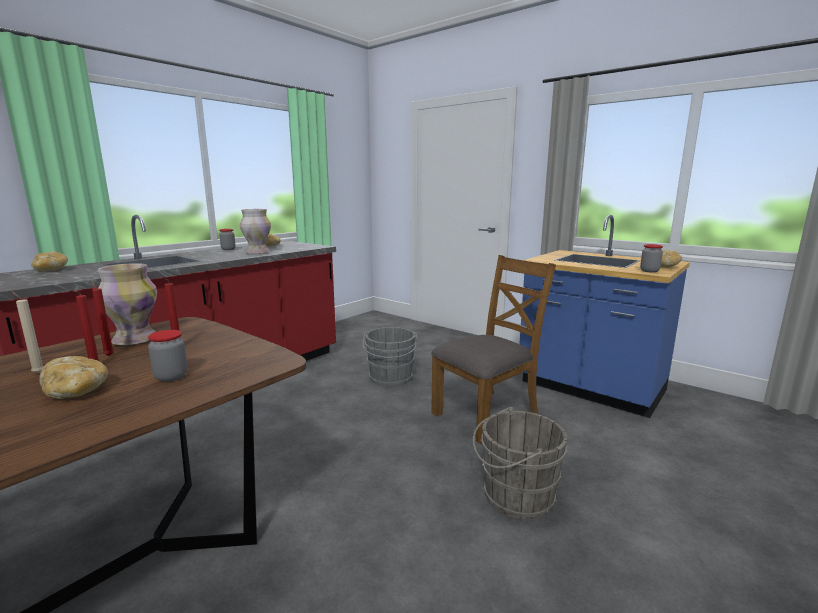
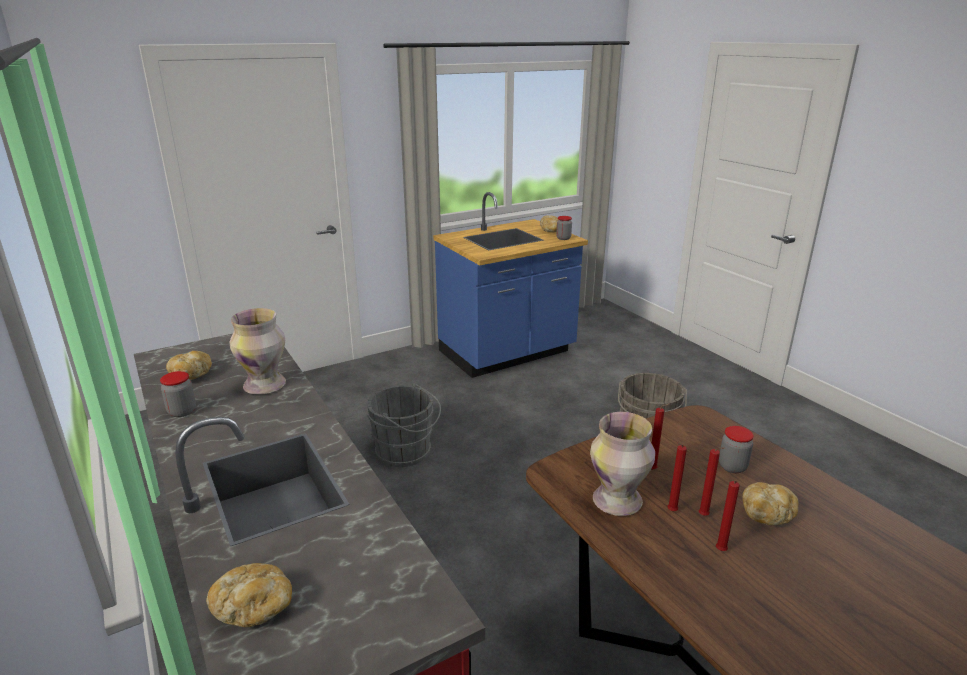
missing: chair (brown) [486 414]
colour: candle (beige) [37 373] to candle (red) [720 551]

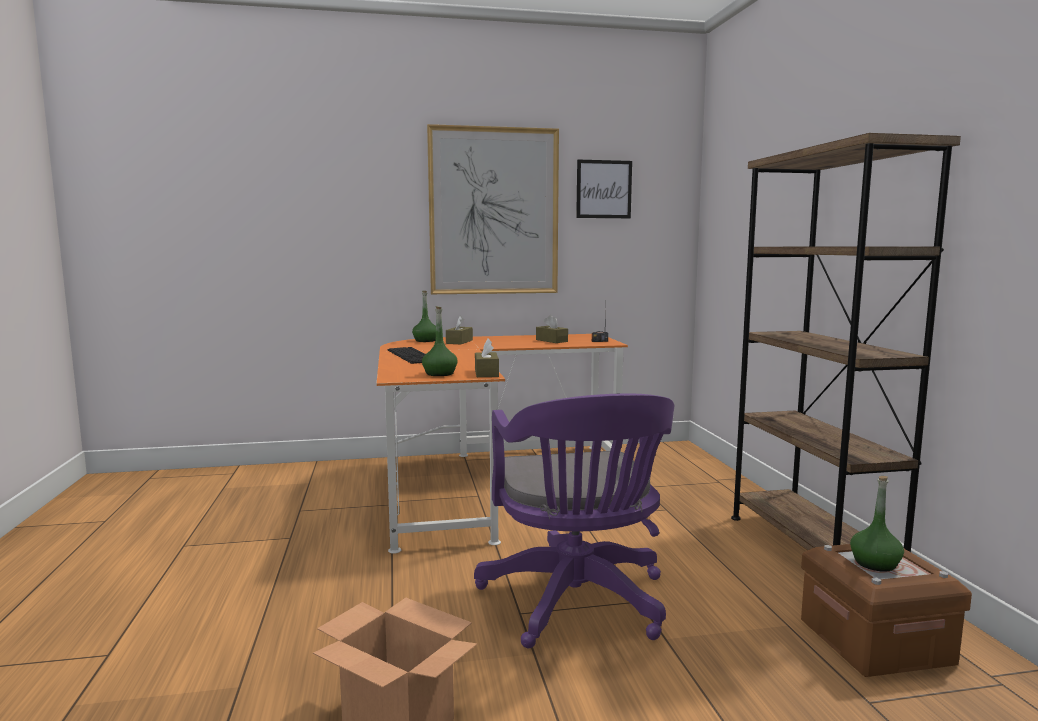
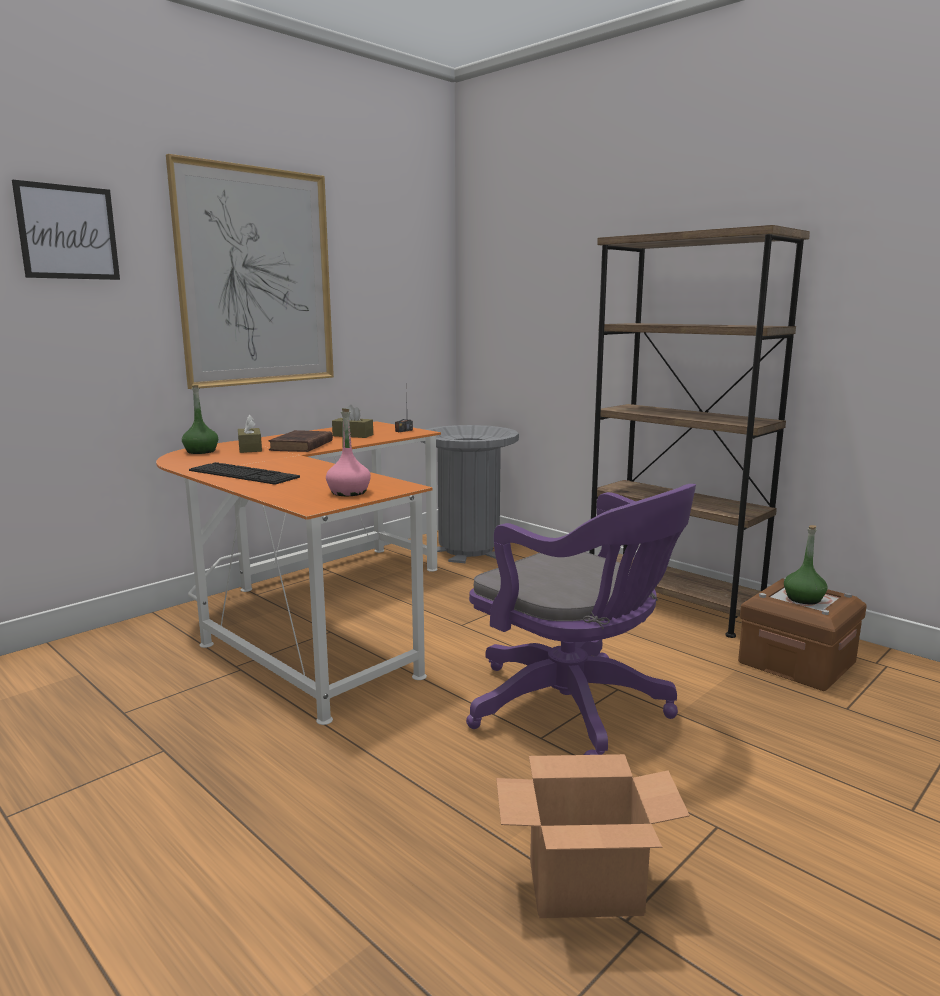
missing: tissue box (brown) [486 373]
appeared: book (brown) [301 446]; trash can (grey) [469 549]
relocated: picture [604 189] to [68 232]
colour: bottle (green) [440 374] to bottle (pink) [349 492]

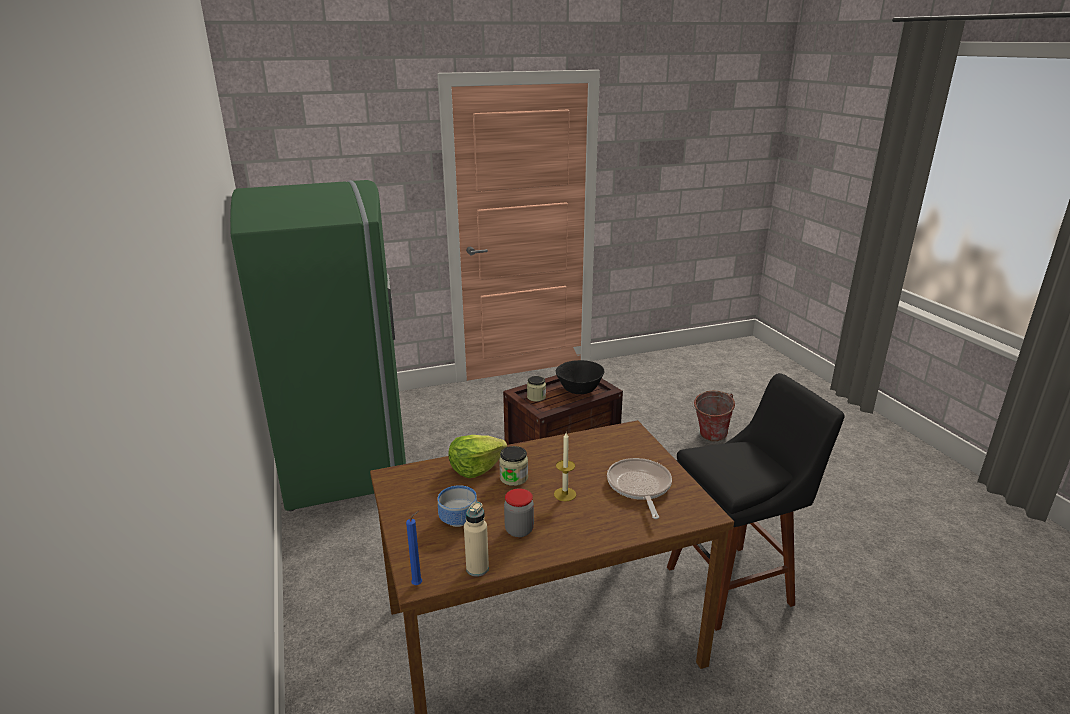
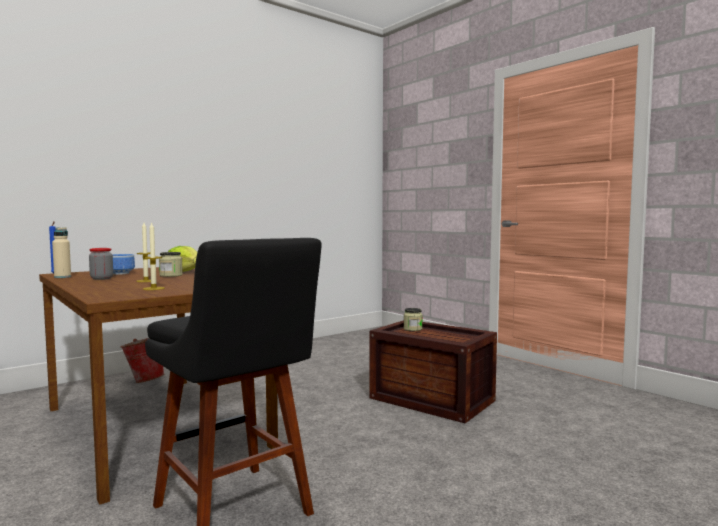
missing: fridge (green) [344 456]; bowl (black) [579 391]
relocated: bucket [709 437] to [144 380]
exchanged: frying pan [639 487] to candle [153 288]

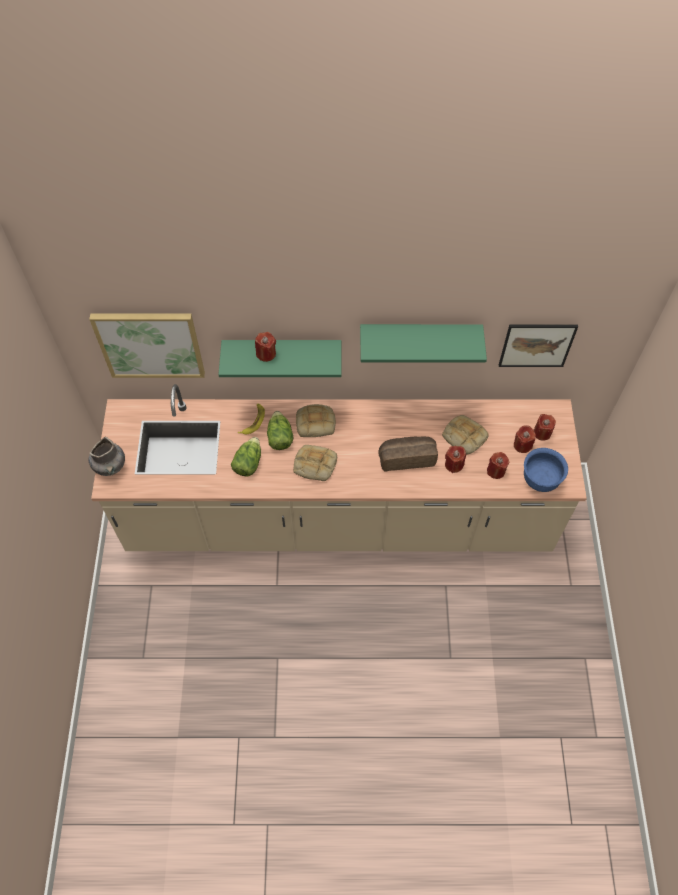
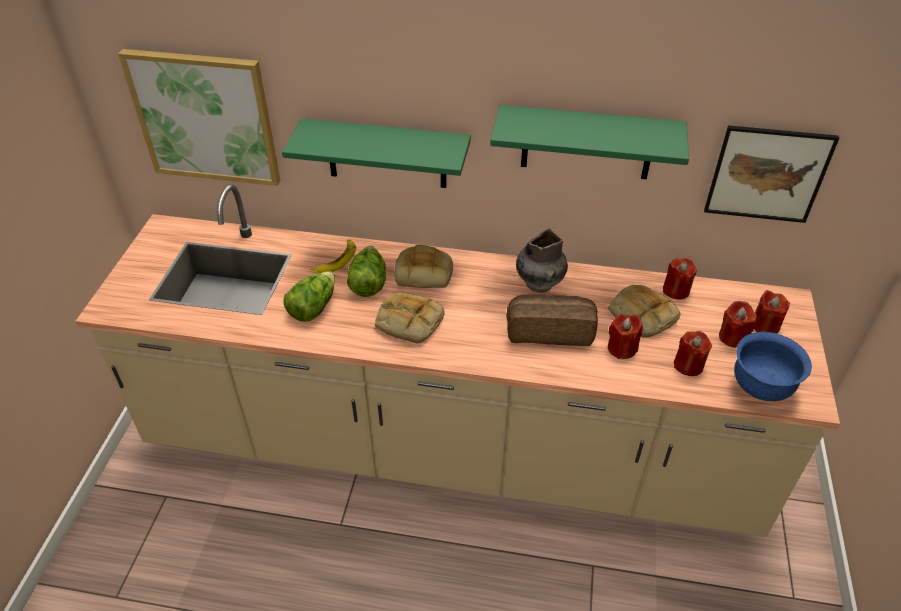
relocated: vase (grey) [110 467] to [539 283]; candle (red) [266 354] to [676 290]

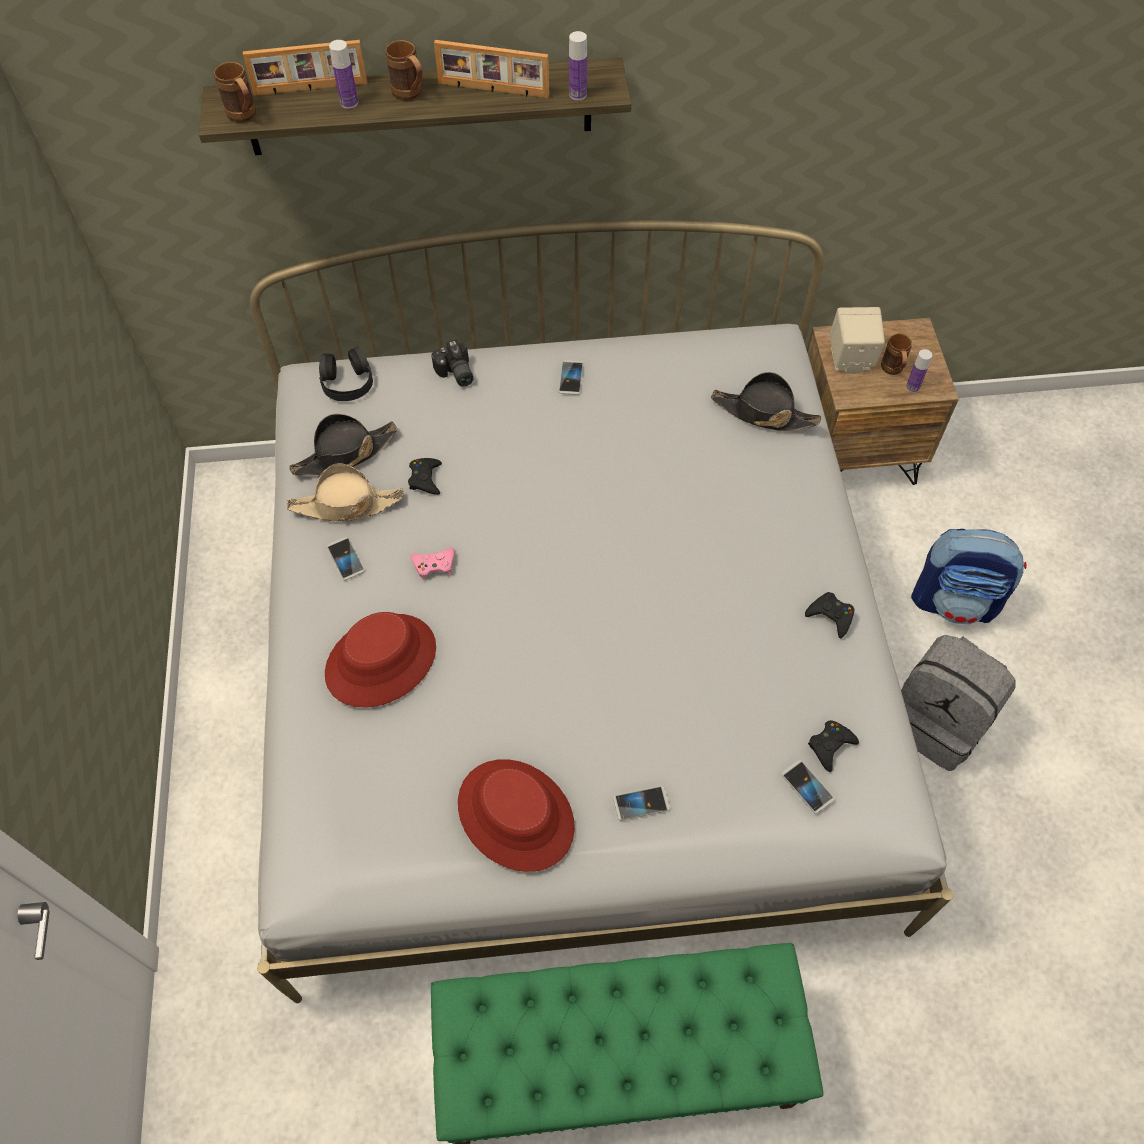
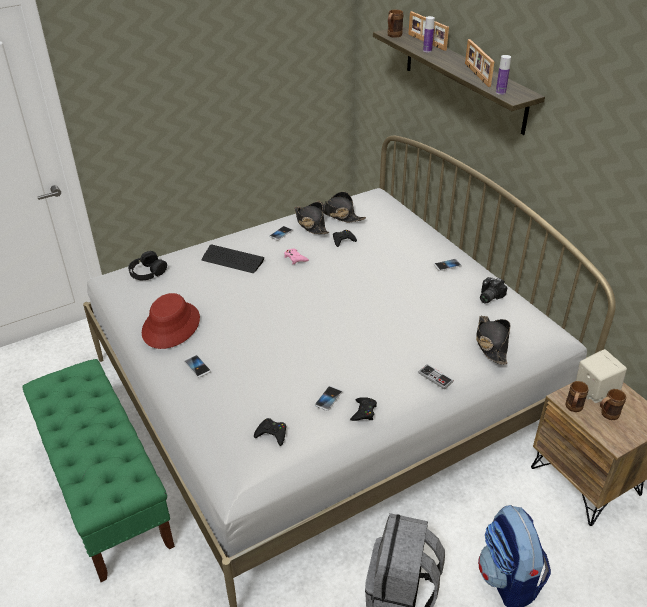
missing: bottle [912 387]
appeared: game controller [435 377]
relocated: headphones (black) [347 381] to [147 272]; mug (brown) [410 95] to [572 409]; photo camera [455 374] to [488 296]; phone [807 787] to [328 398]
exchanged: hat (red) [381 660] to keyboard [232 260]
colour: hat (beige) [346 505] to hat (black) [310 224]

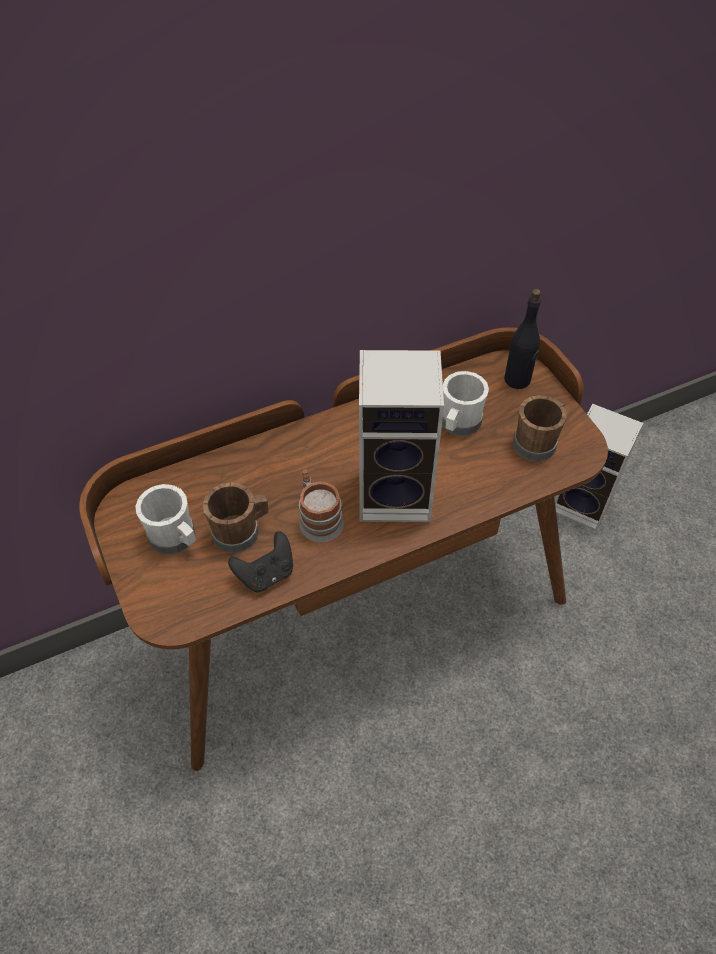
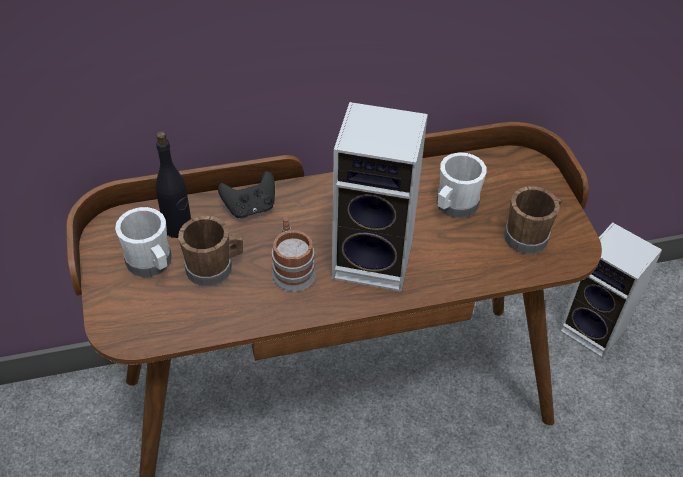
relocated: game controller (black) [266 574] to [250 208]; bottle (black) [517 380] to [178 228]

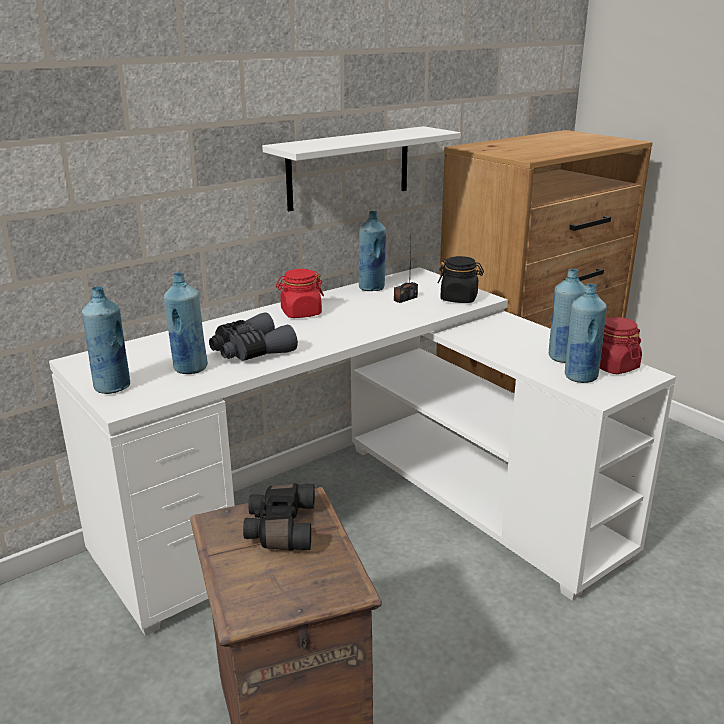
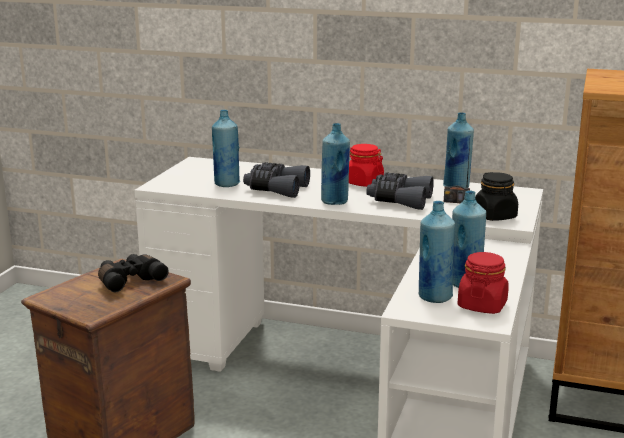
missing: shelf (white) [349 168]
appeared: binoculars (grey) [399 200]
relocated: bottle (blue) [112 387] to [335 202]

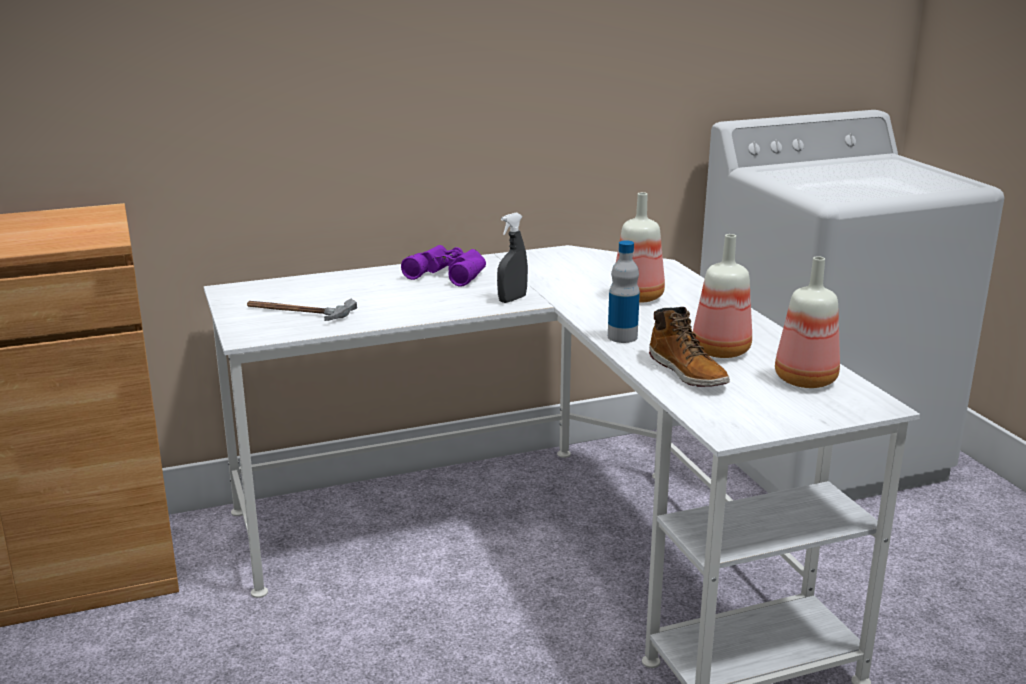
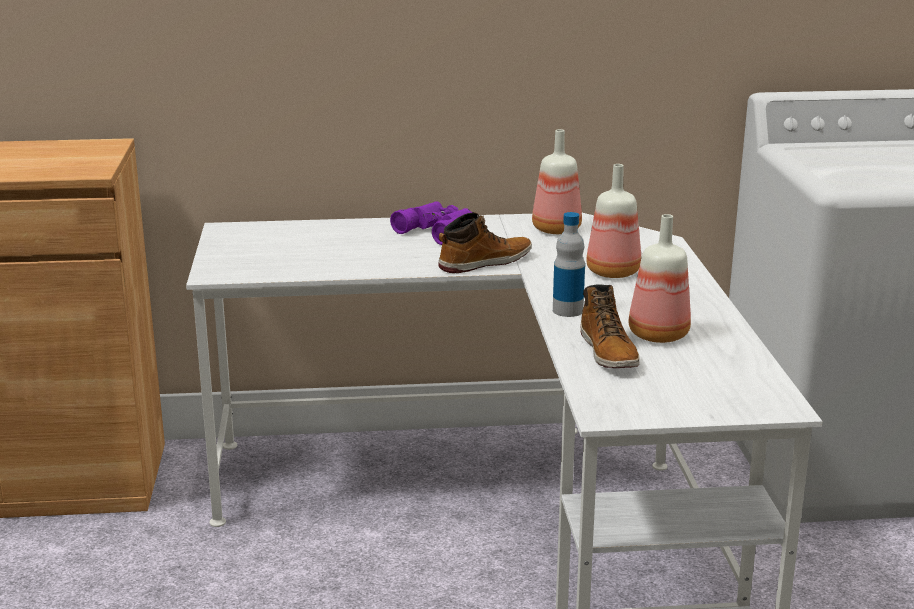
missing: hammer [297 313]
relocated: bottle [807 381] to [557 230]
exchanged: spray bottle (grey) [512 299] to boot [484 262]

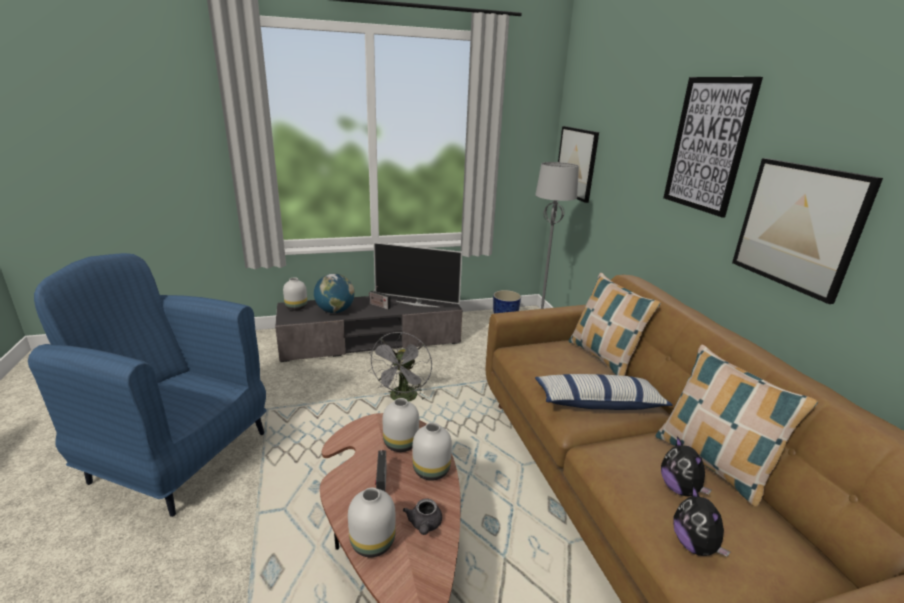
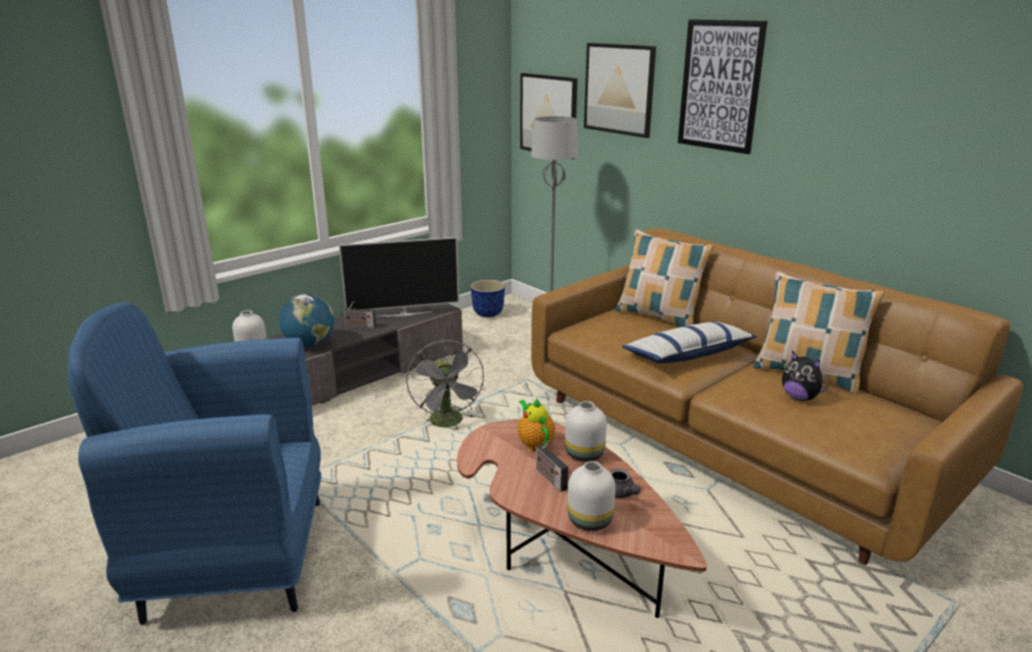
missing: plush toy [694 545]
relocated: picture [798 226] to [619 89]
exchanged: vase (white) [401 444] to teapot [535 443]

